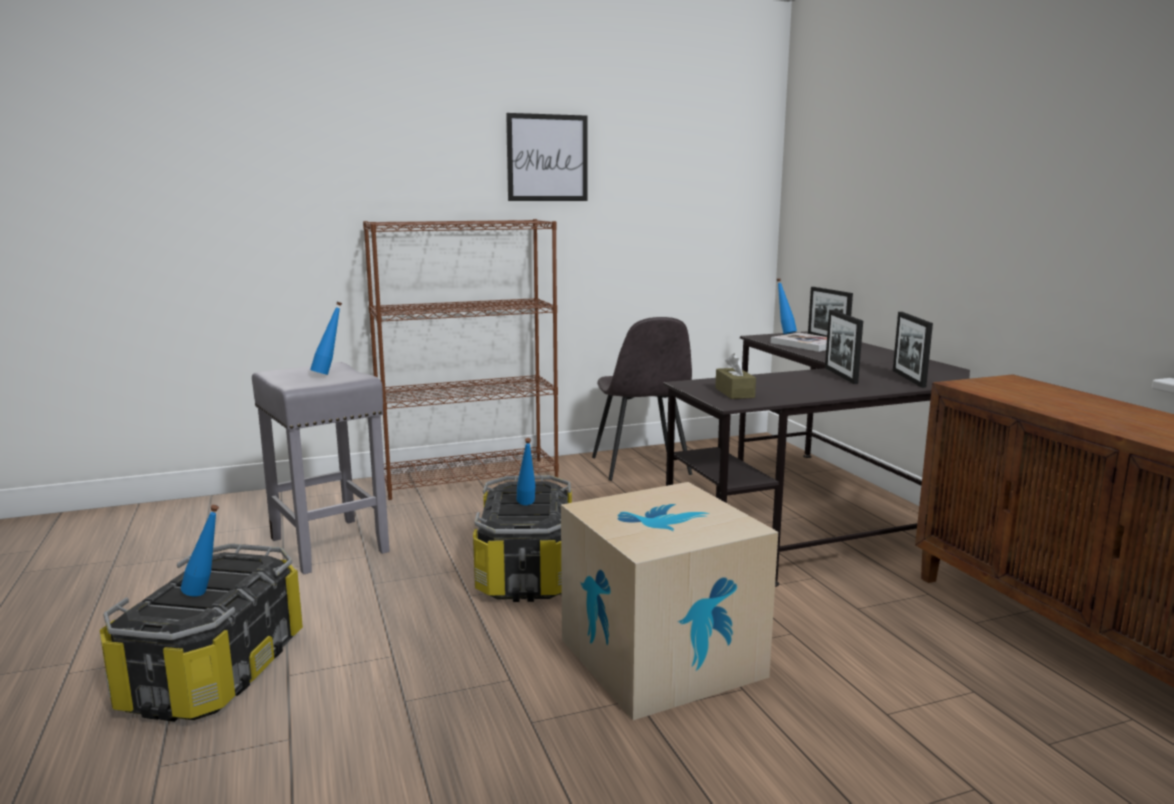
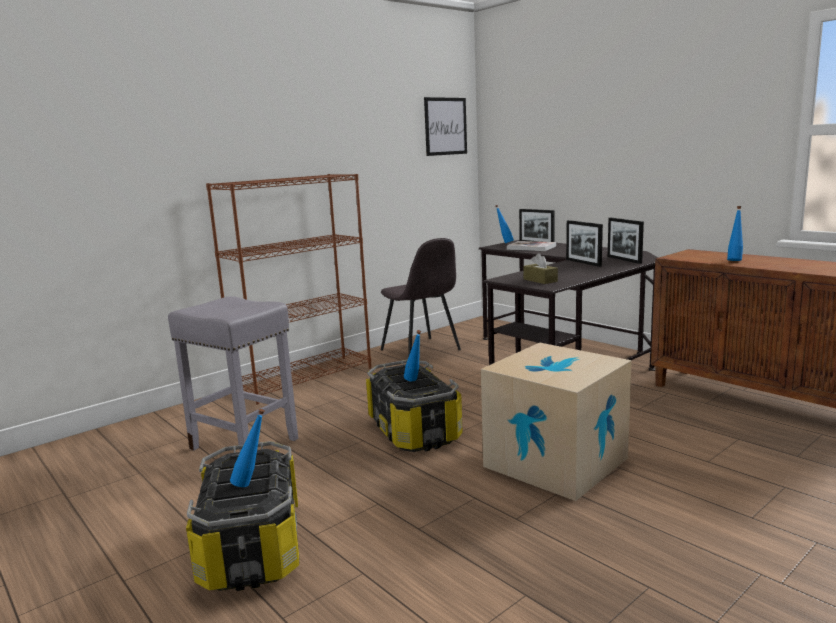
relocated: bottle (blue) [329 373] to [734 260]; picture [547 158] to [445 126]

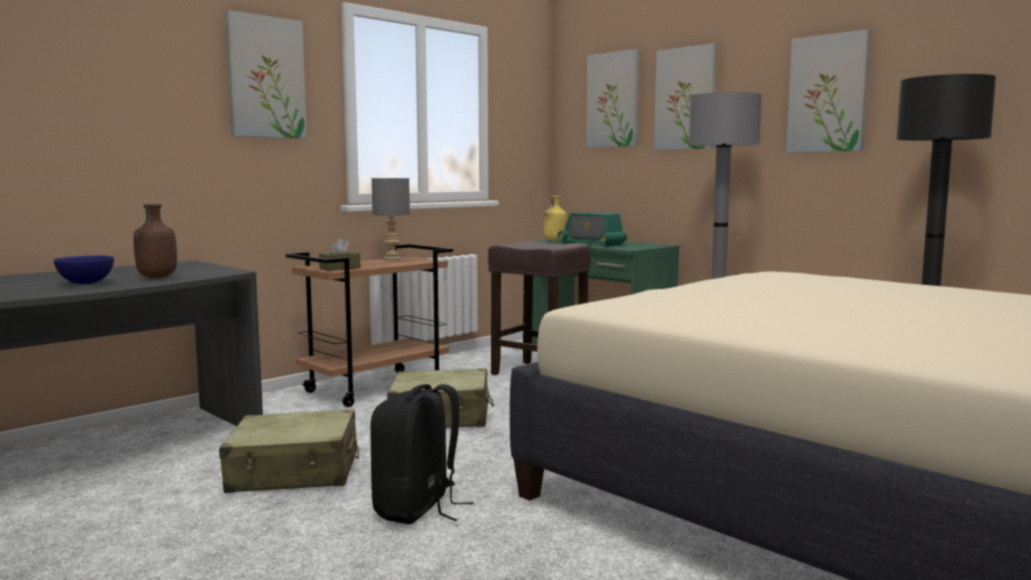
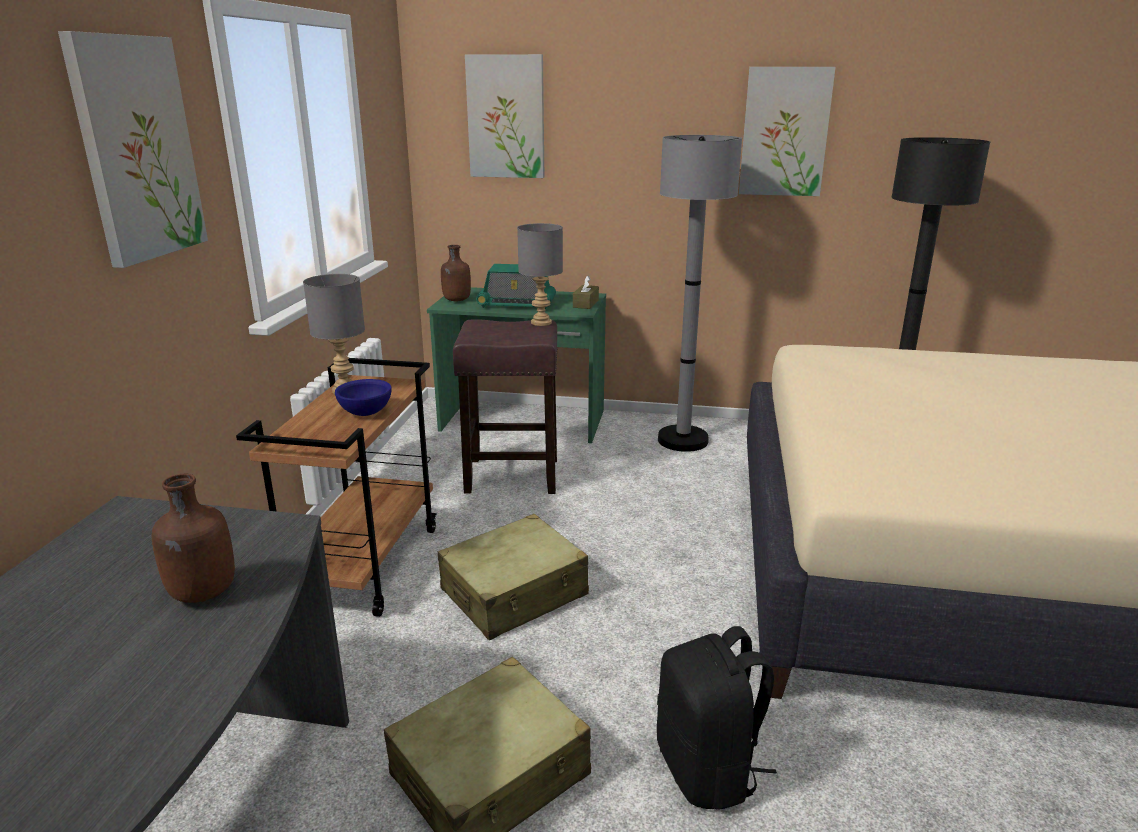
missing: picture [686 99]
appeared: table lamp (grey) [540 323]
relocated: bowl (blue) [85 283] to [365 413]; tissue box (brown) [340 268] to [585 304]
colour: bottle (yellow) [554 240] to bottle (brown) [456 300]

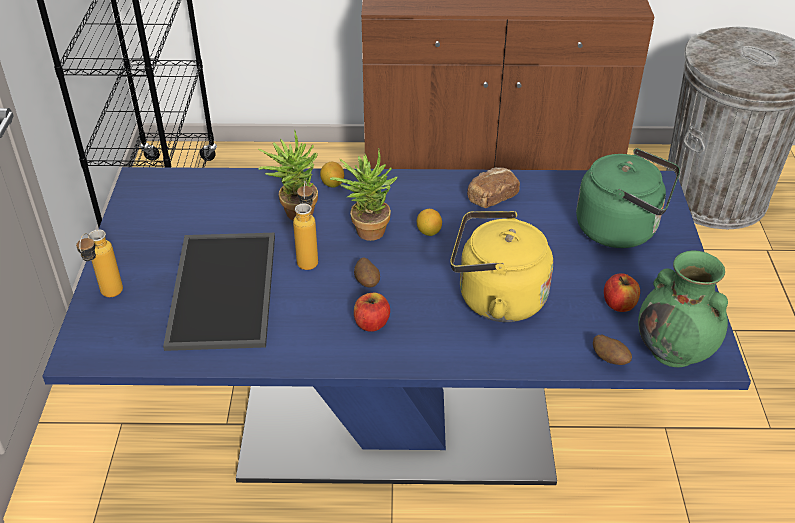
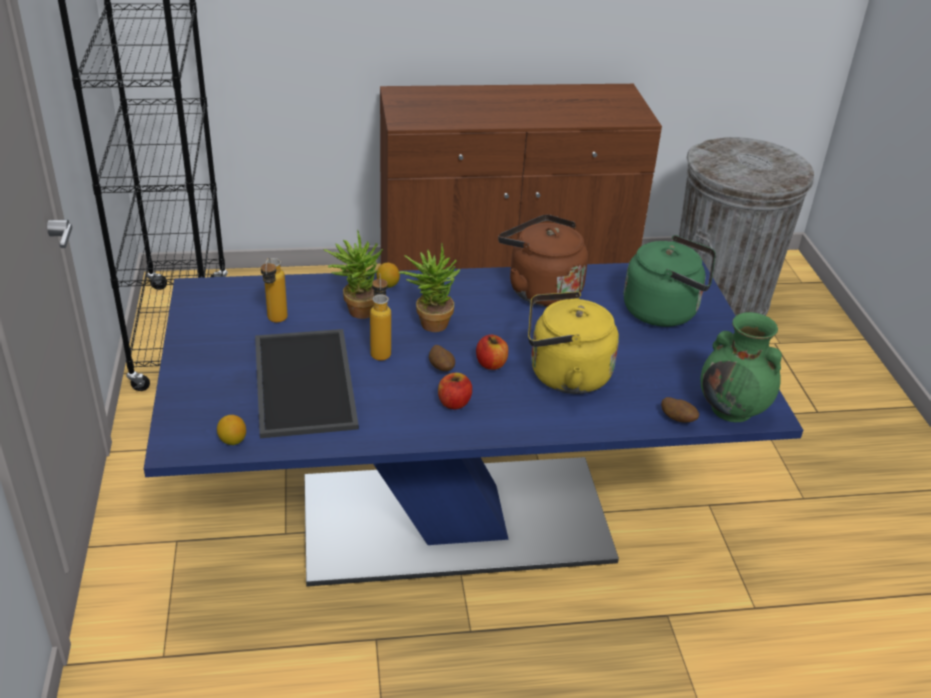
relocated: bottle [107 297] to [275 322]; lemon [429 232] to [233 441]; apple [619 304] to [491 364]
exchanged: bread [491 197] to kettle (brown) [540 290]

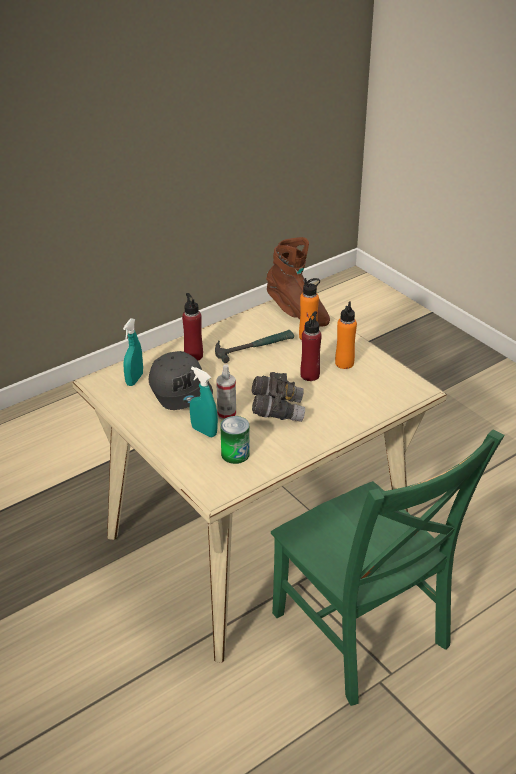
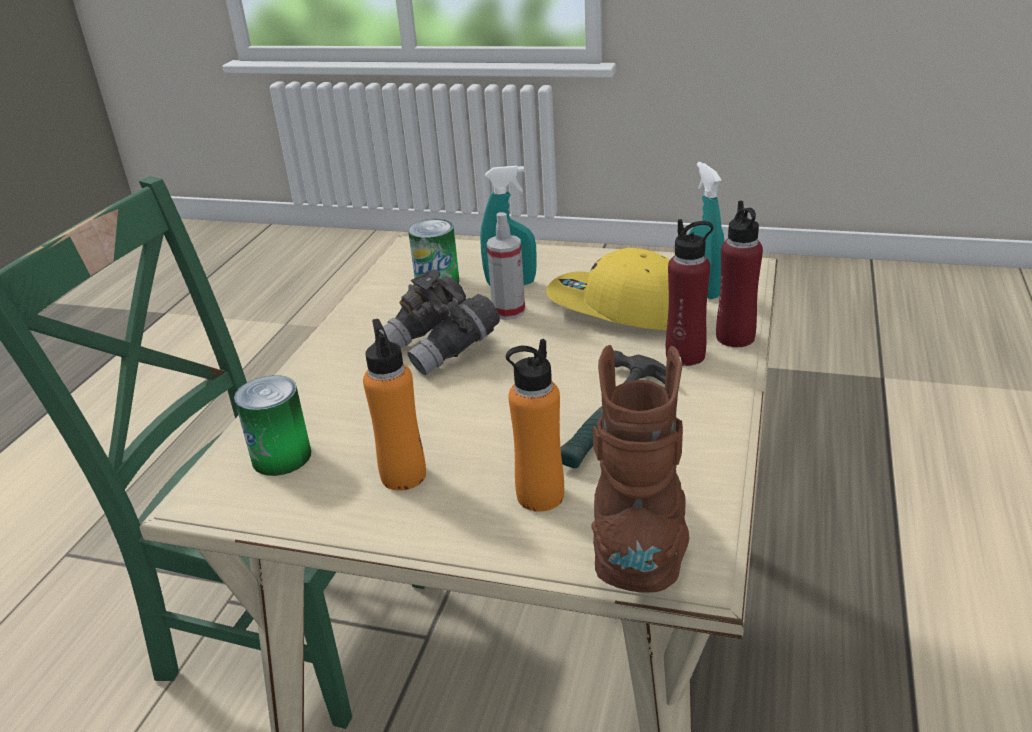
appeared: can [281 457]
relocated: bottle (red) [310 375] to [735 337]
colour: cap (grey) [181 389] to cap (yellow) [619 308]
spun: boot (brown) [297 312] = [640 545] 90 degrees clockwise

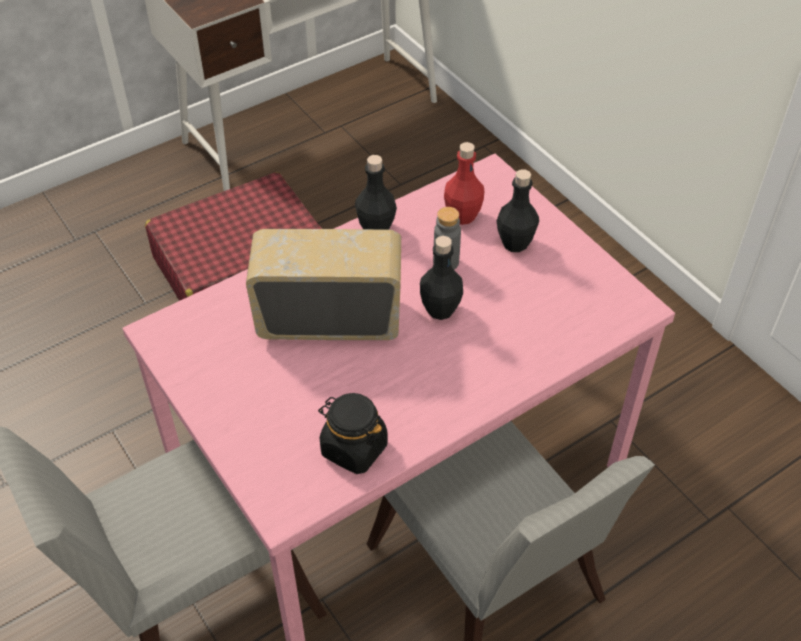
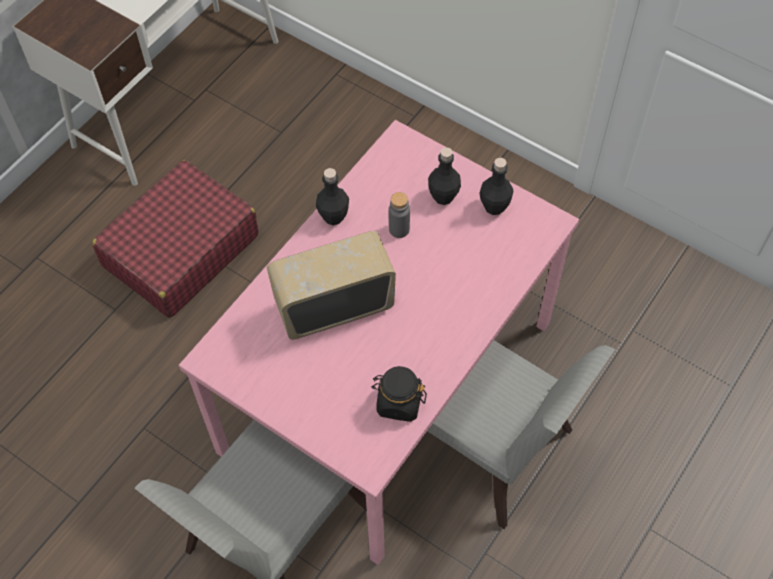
missing: bottle (red) [462 216]
relocated: bottle (black) [440 309] to [494 206]

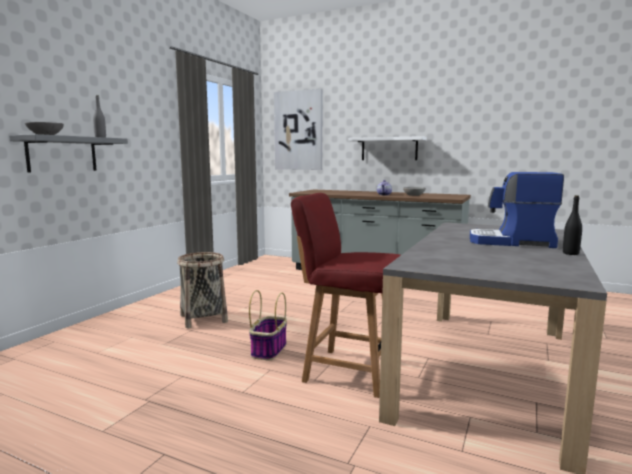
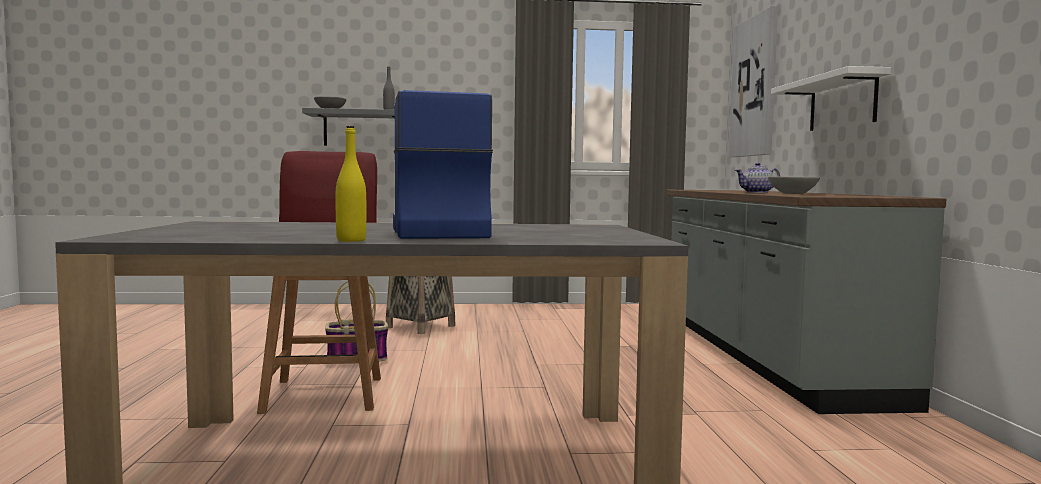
colour: bottle (black) [570 253] to bottle (yellow) [351 240]

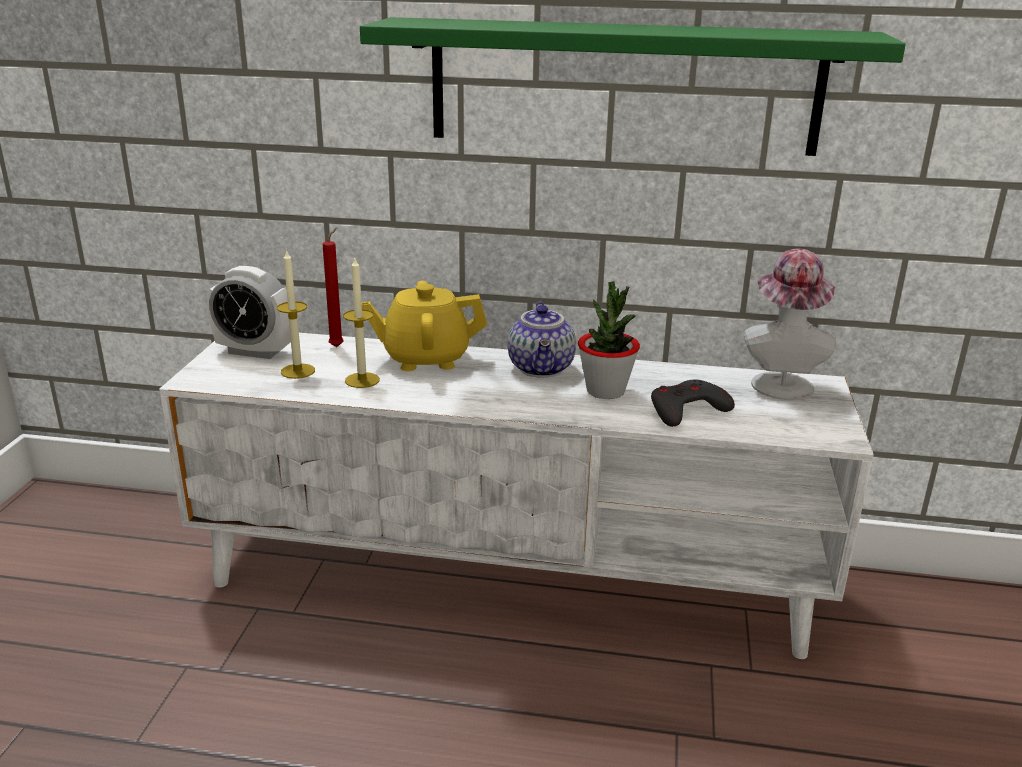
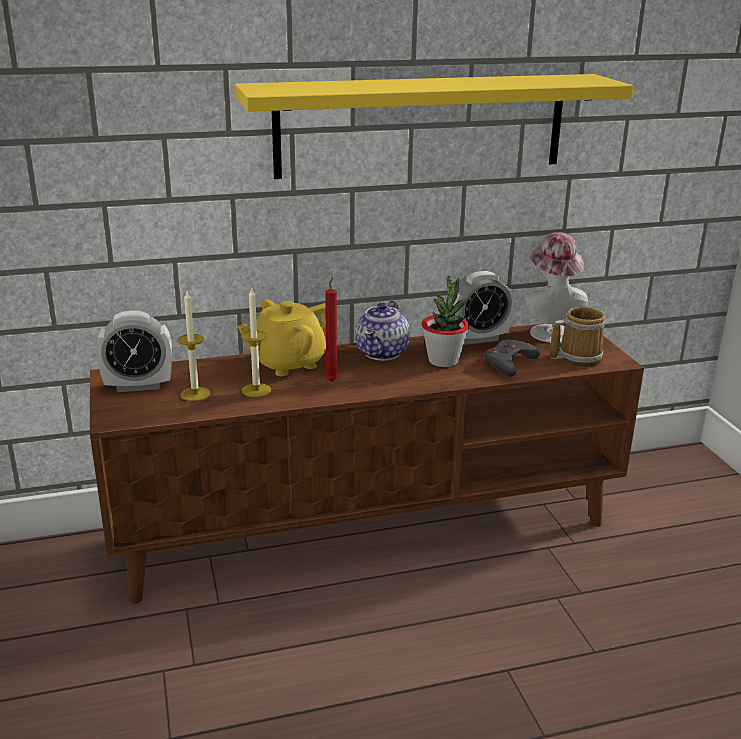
appeared: alarm clock [478 339]; mug [576 358]
relocated: candle (red) [338 346] to [332 380]
colour: tv stand (white) [510 578] to tv stand (brown) [369 528]; shelf (green) [623 86] to shelf (yellow) [421 125]
spun: teapot [542 368] = [383 353] 45 degrees clockwise

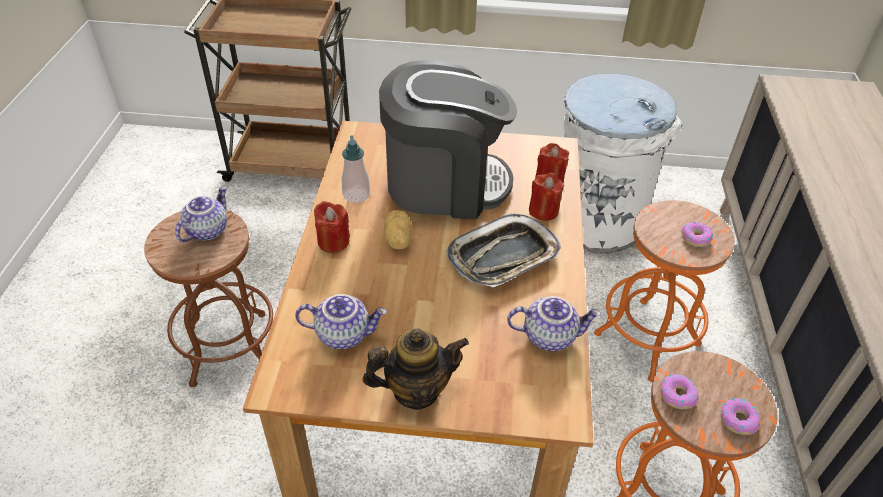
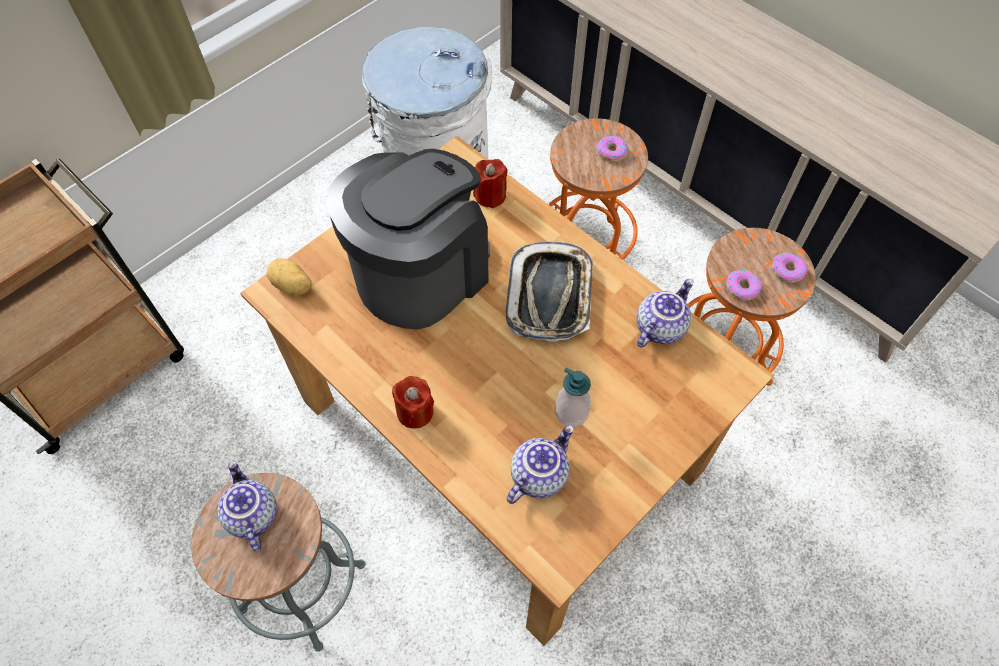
missing: teapot [416 390]; candle (red) [543 210]
relocated: soap dispenser [356 194] to [571 412]; potato [397 240] to [292 286]
colour: stool (brown) [229 348] to stool (grey) [302 587]

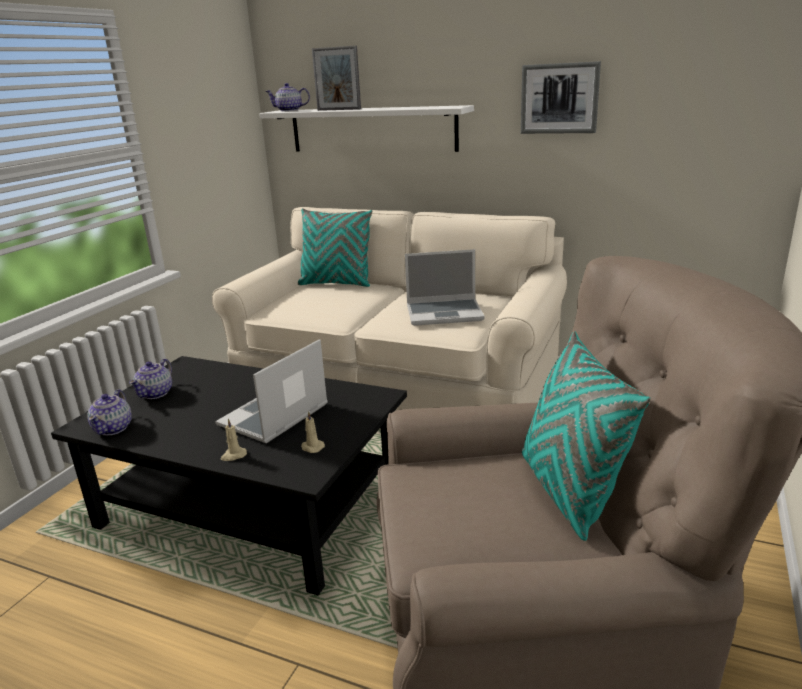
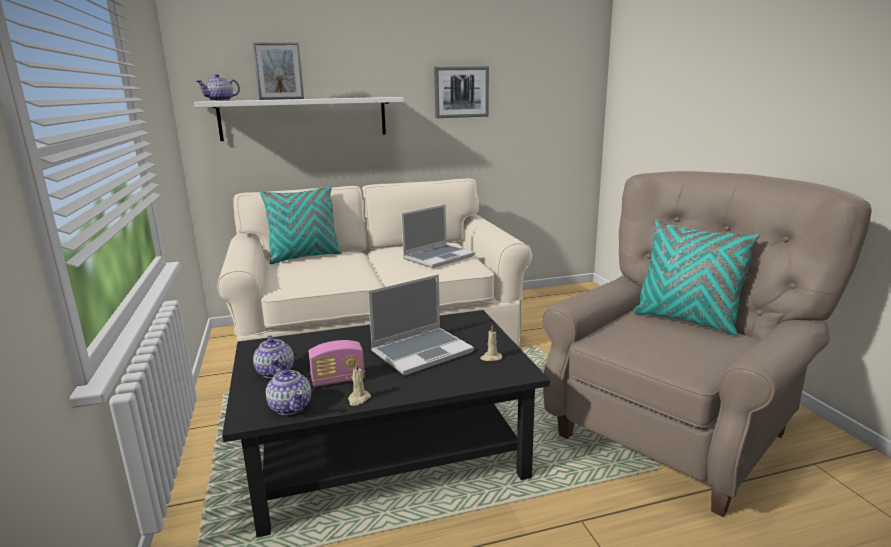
appeared: radio [338 380]
relocated: candle (beige) [233 455] to [358 399]
spun: laptop [274 416] = [422 351] 120 degrees counterclockwise

